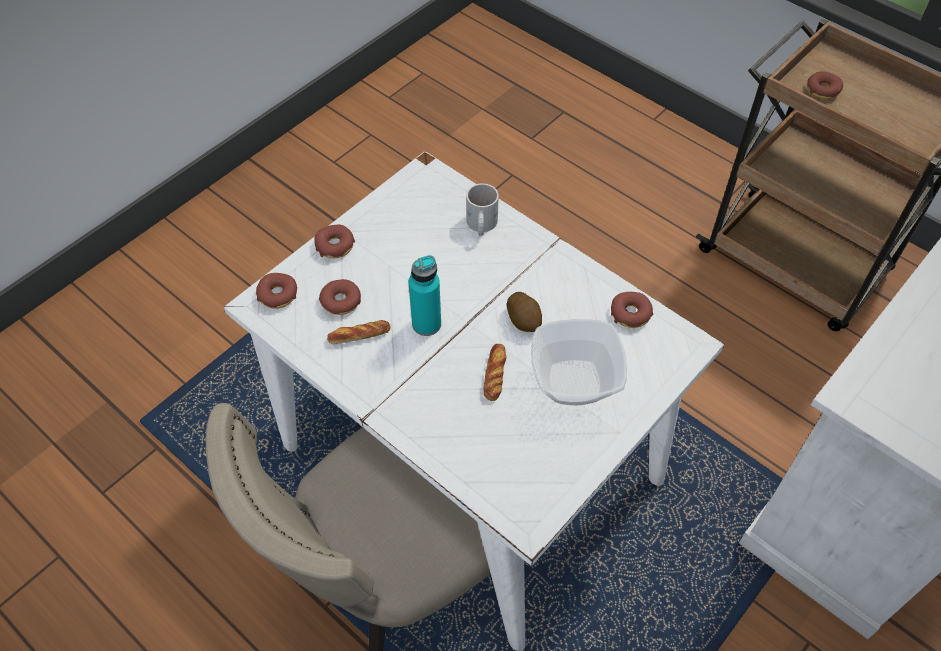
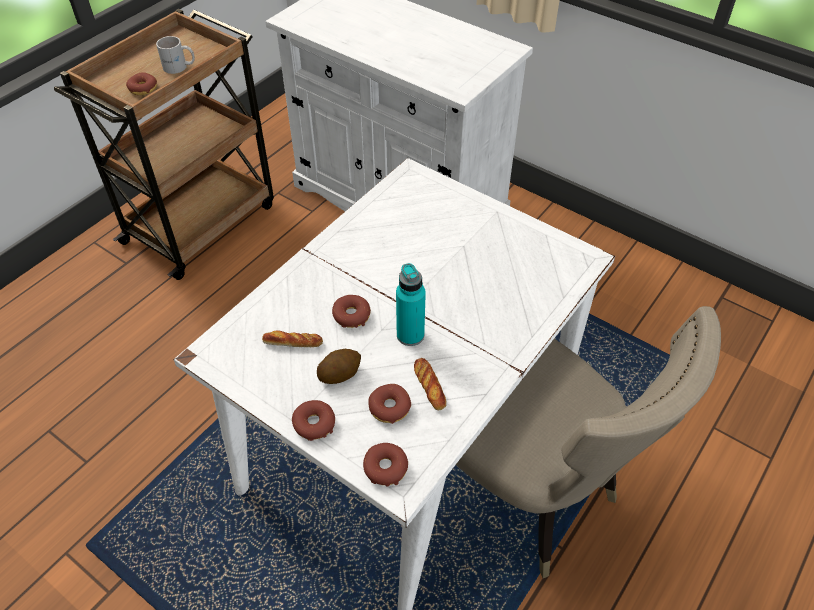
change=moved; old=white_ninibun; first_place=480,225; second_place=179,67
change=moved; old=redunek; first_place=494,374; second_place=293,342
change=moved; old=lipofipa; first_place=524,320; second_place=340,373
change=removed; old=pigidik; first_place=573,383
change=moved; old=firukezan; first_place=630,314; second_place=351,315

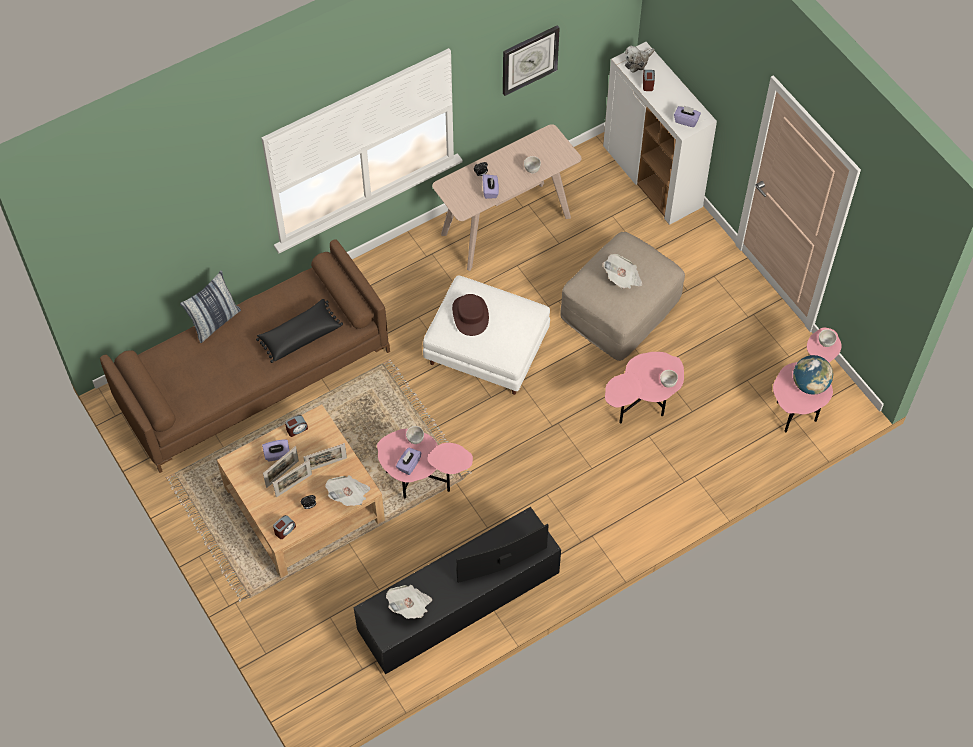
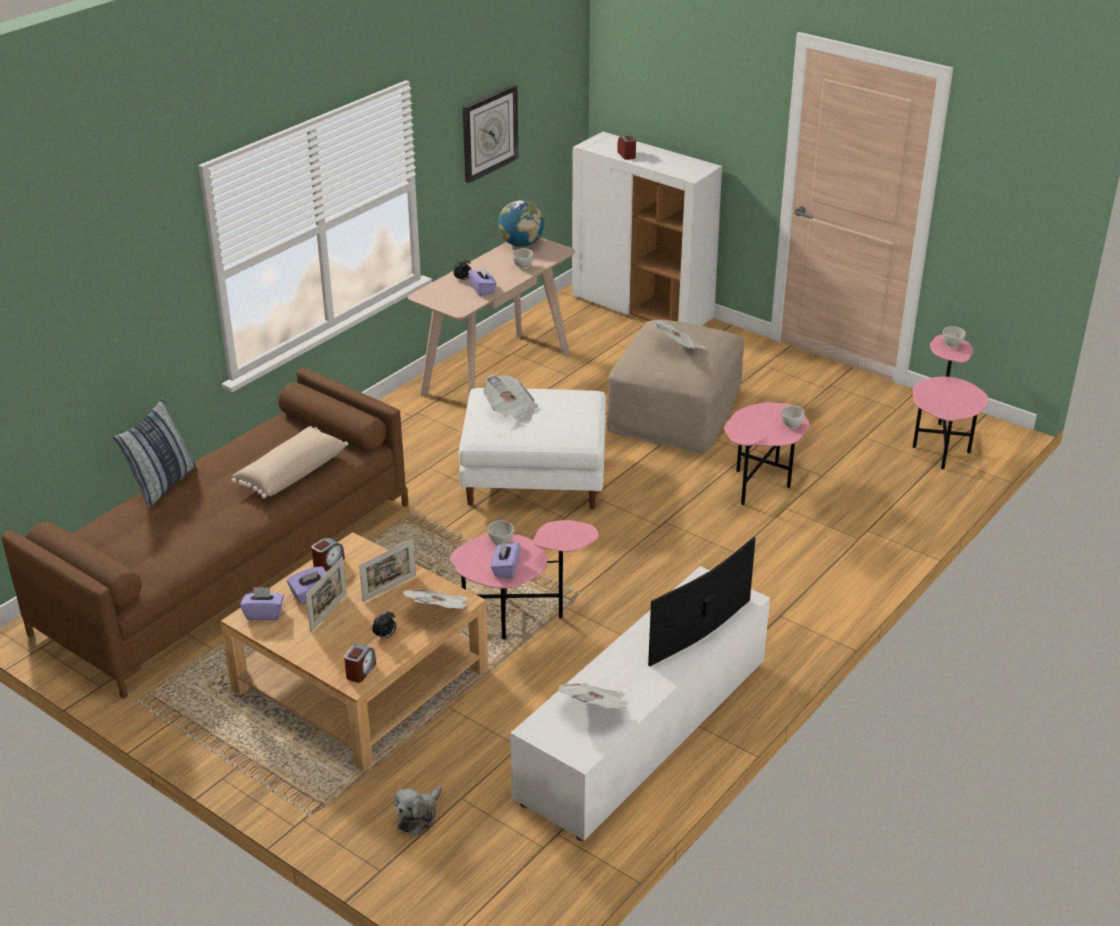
change=recoloured; old=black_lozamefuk; new=beige_lozamefuk; first_place=300,336; second_place=291,473
change=removed; old=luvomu; first_place=294,485
change=recoloured; old=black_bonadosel; new=white_bonadosel; first_place=458,603; second_place=644,732
change=replaced; old=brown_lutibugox; new=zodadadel; first_place=470,315; second_place=511,412
change=moved; old=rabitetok; first_place=637,62; second_place=418,816
change=moved; old=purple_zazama; first_place=686,120; second_place=264,614
change=moved; old=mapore; first_place=810,384; second_place=521,244

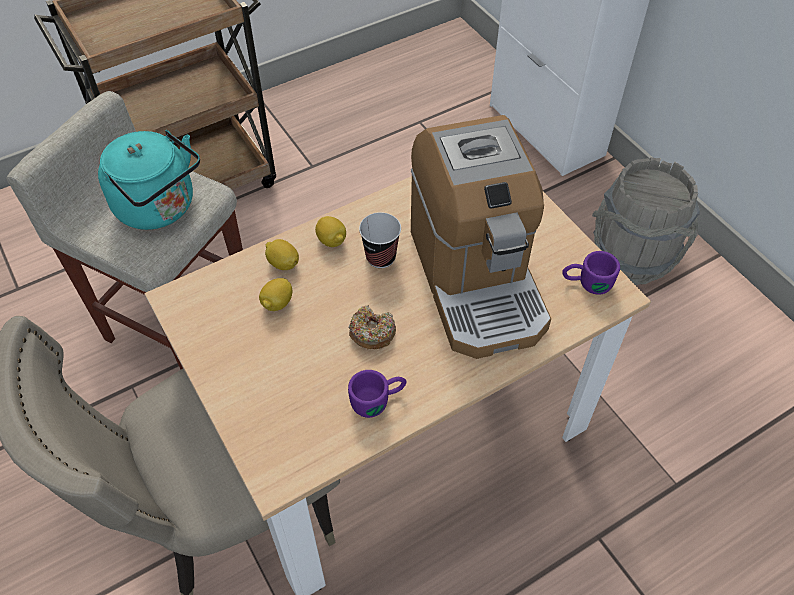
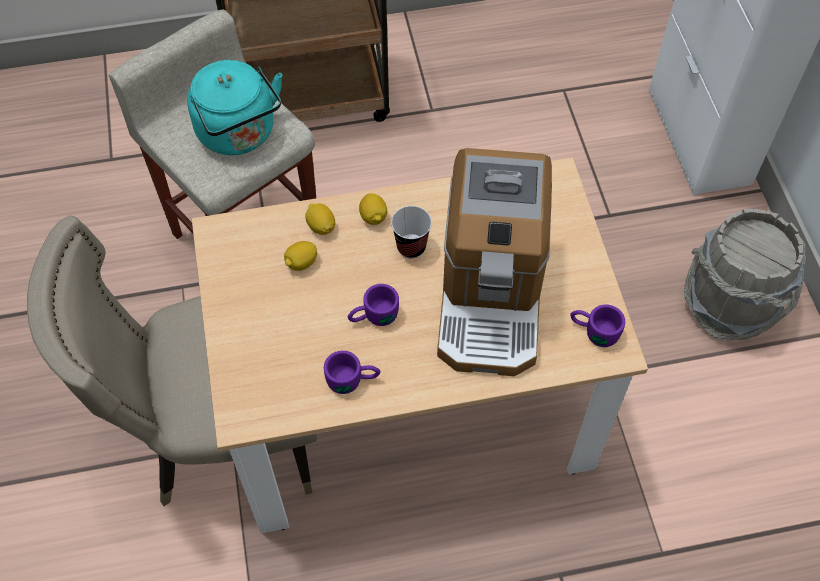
change=replaced; old=firukezan; new=purple_ninibun; first_place=372,332; second_place=373,317

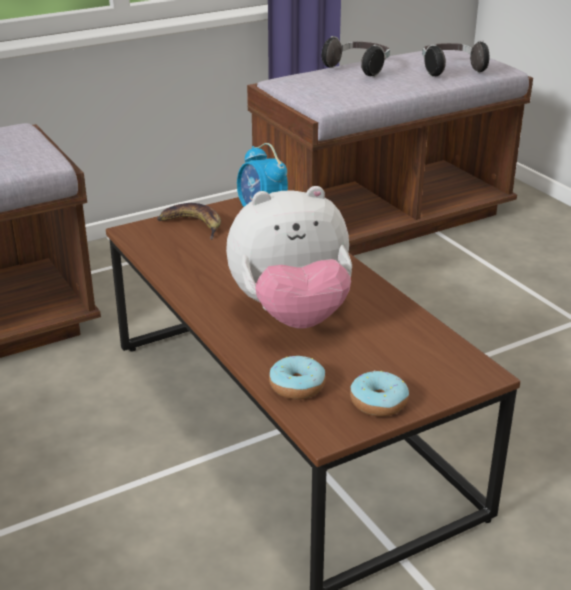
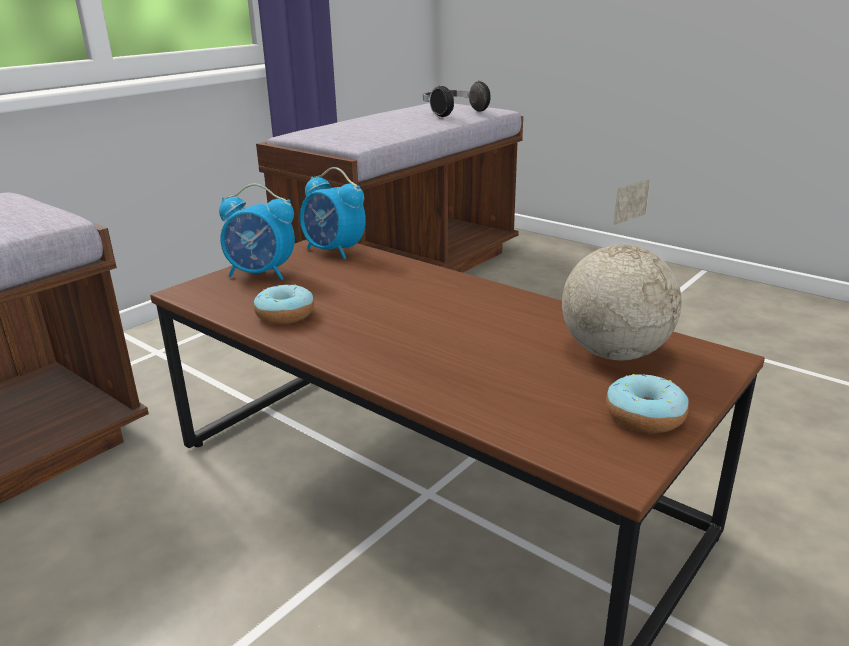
change=replaced; old=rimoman; new=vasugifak; first_place=193,225; second_place=261,274
change=removed; old=rabitetok; first_place=292,315
change=moved; old=firukezan; first_place=297,386; second_place=285,315
change=removed; old=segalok; first_place=359,69
change=added; new=mapore; second_place=613,353

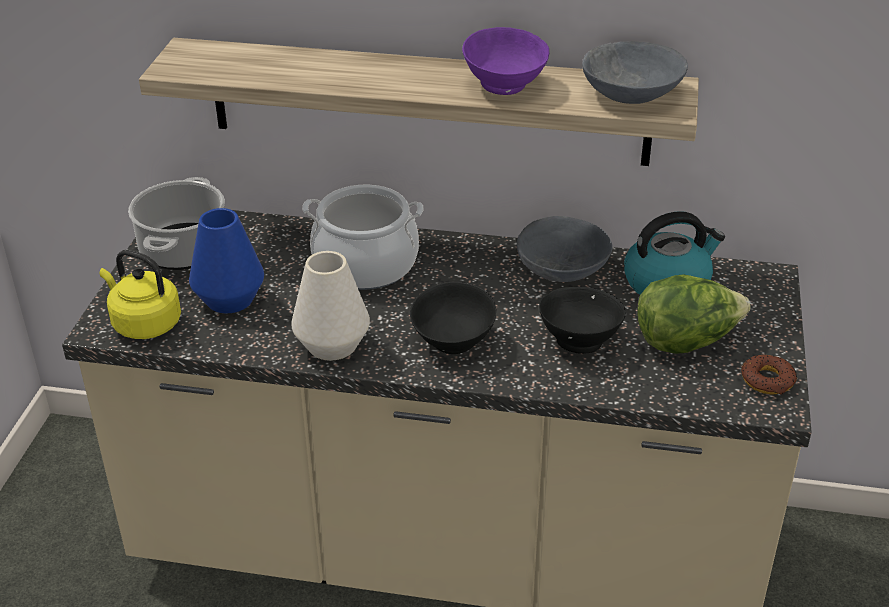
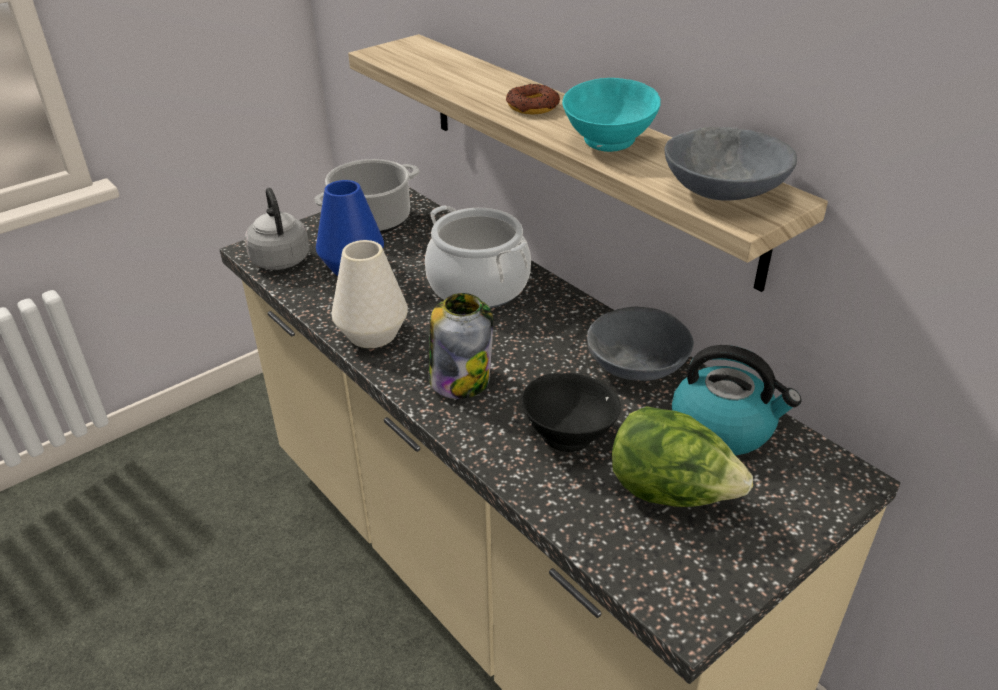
change=recoloured; old=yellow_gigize; new=grey_gigize; first_place=144,323; second_place=280,258
change=replaced; old=black_pigidik; new=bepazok; first_place=452,342; second_place=460,379
change=recoloured; old=purple_pigidik; new=turquoise_pigidik; first_place=503,87; second_place=606,143
change=moved; old=firukezan; first_place=767,380; second_place=532,106

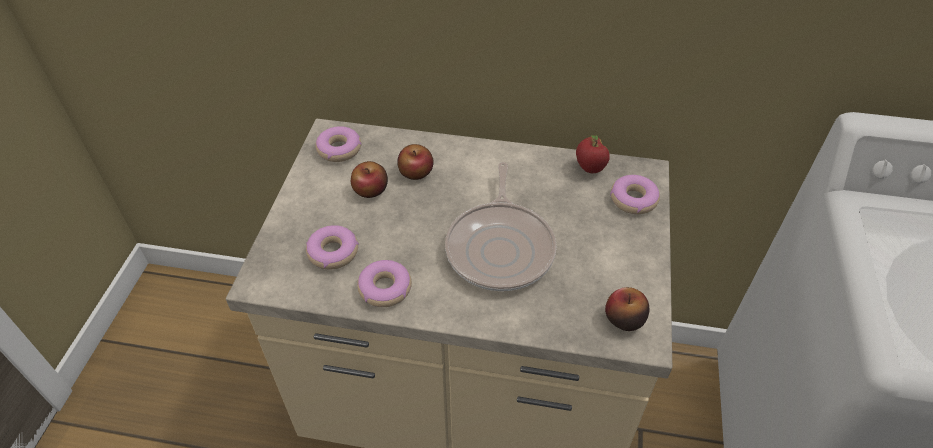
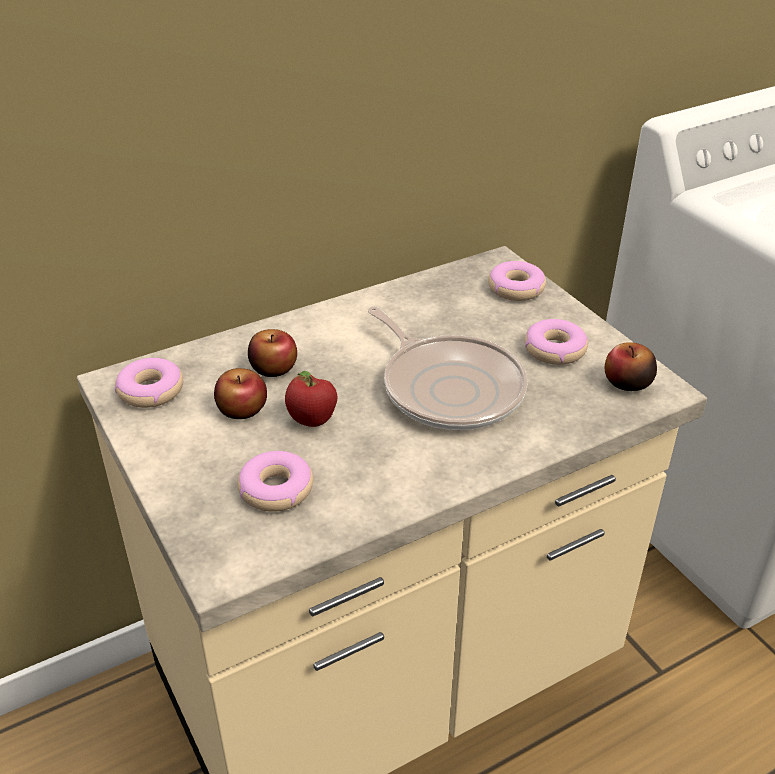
change=moved; old=firukezan; first_place=385,288; second_place=554,349
change=moved; old=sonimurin; first_place=589,168; second_place=311,421

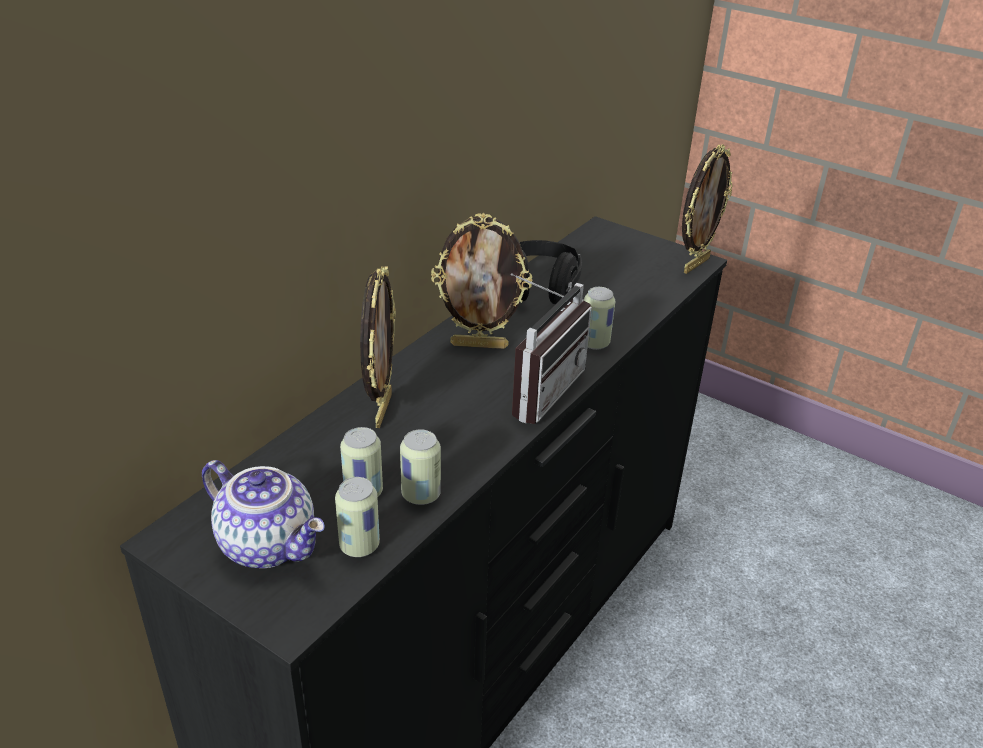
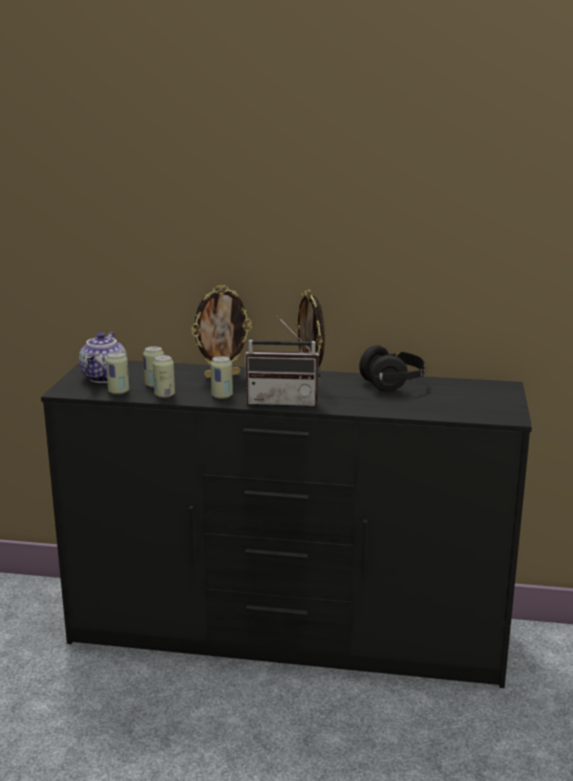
change=moved; old=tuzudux; first_place=594,343; second_place=222,396
change=removed; old=luvomu; first_place=695,264

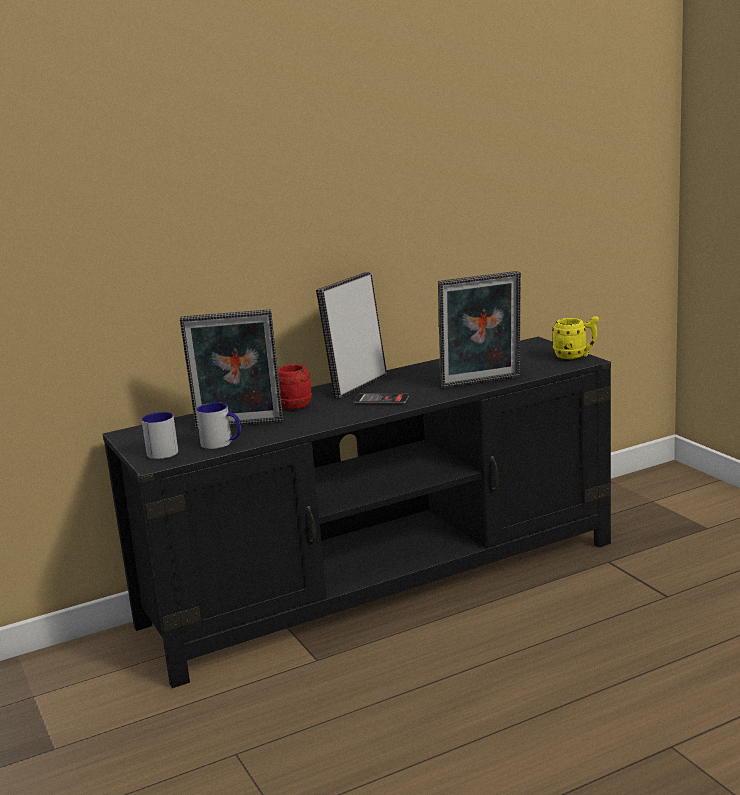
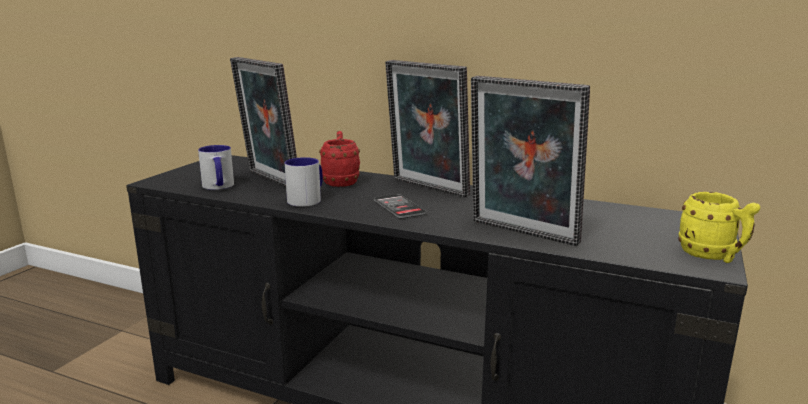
change=moved; old=ninibun; first_place=161,451; second_place=308,199
change=turned; old=luvomu; first_place=356,385; second_place=426,188; degrees=-135

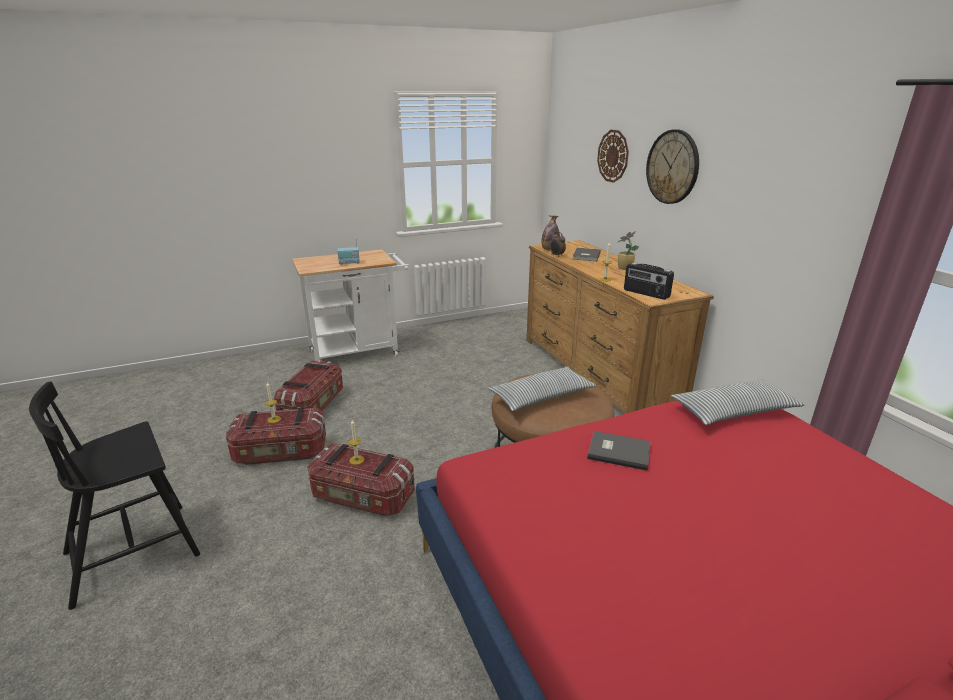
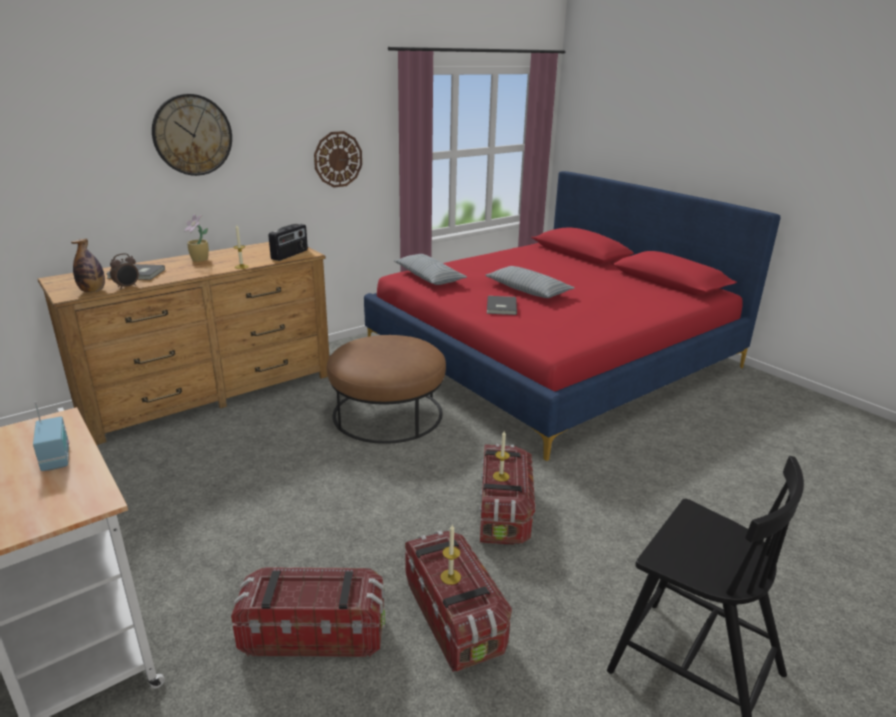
change=moved; old=lozamefuk; first_place=541,397; second_place=528,290
change=moved; old=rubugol; first_place=613,156; second_place=338,159

